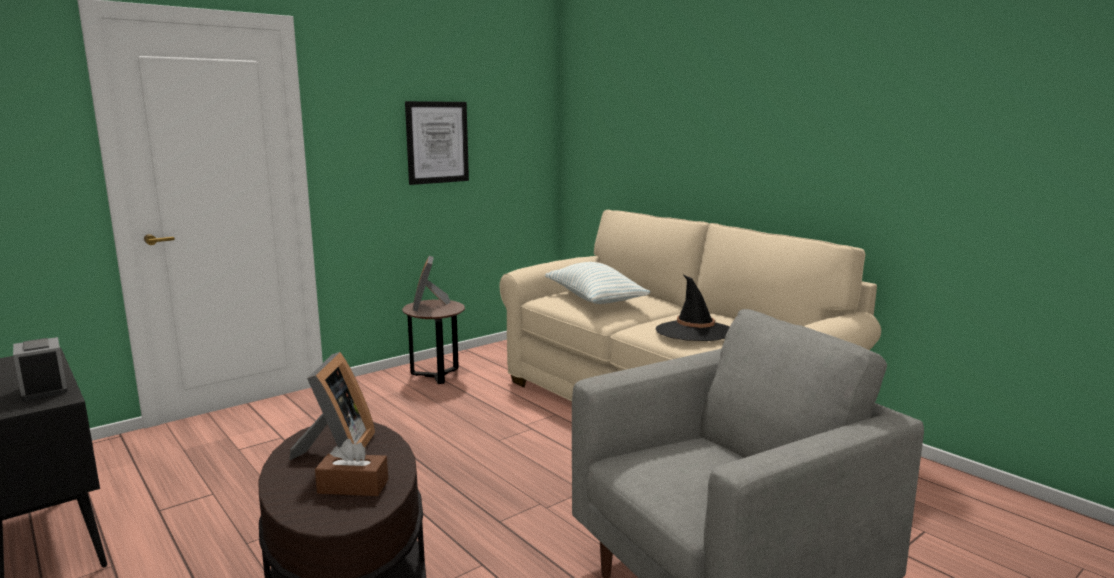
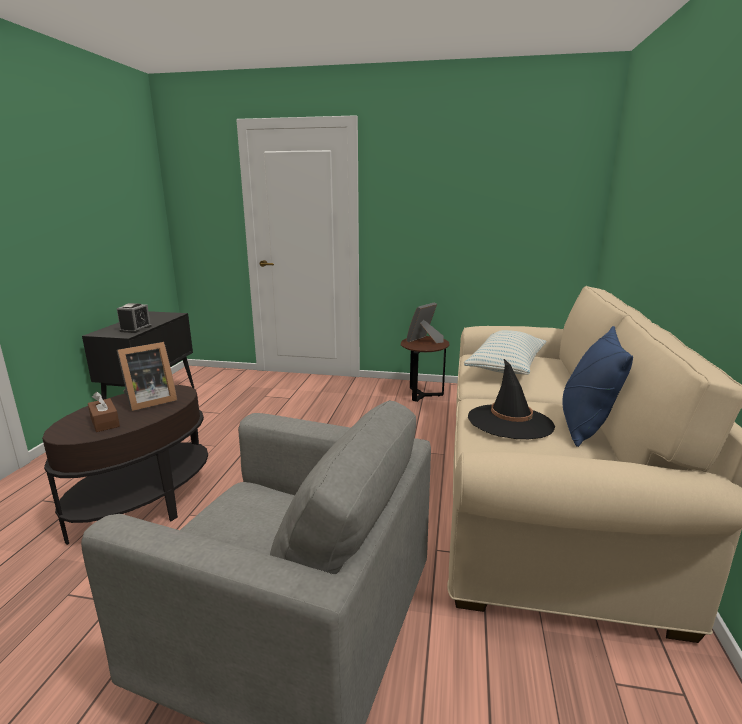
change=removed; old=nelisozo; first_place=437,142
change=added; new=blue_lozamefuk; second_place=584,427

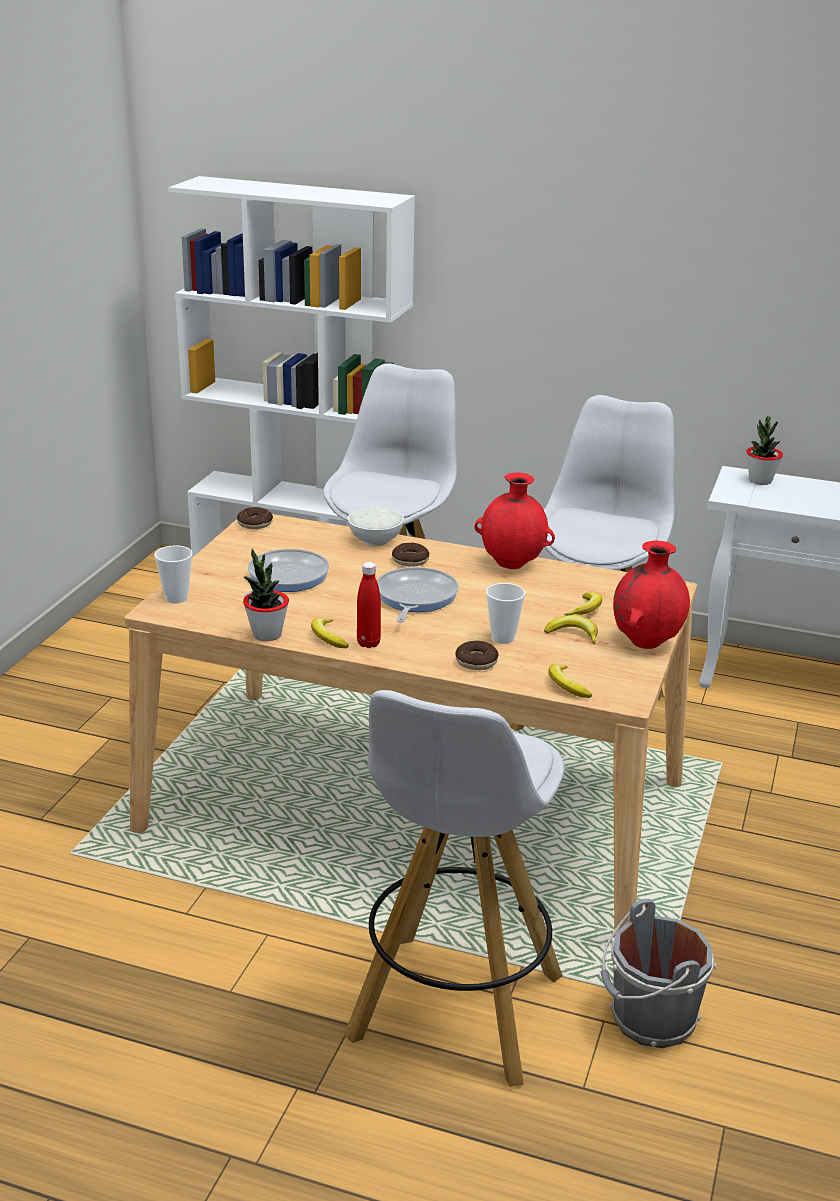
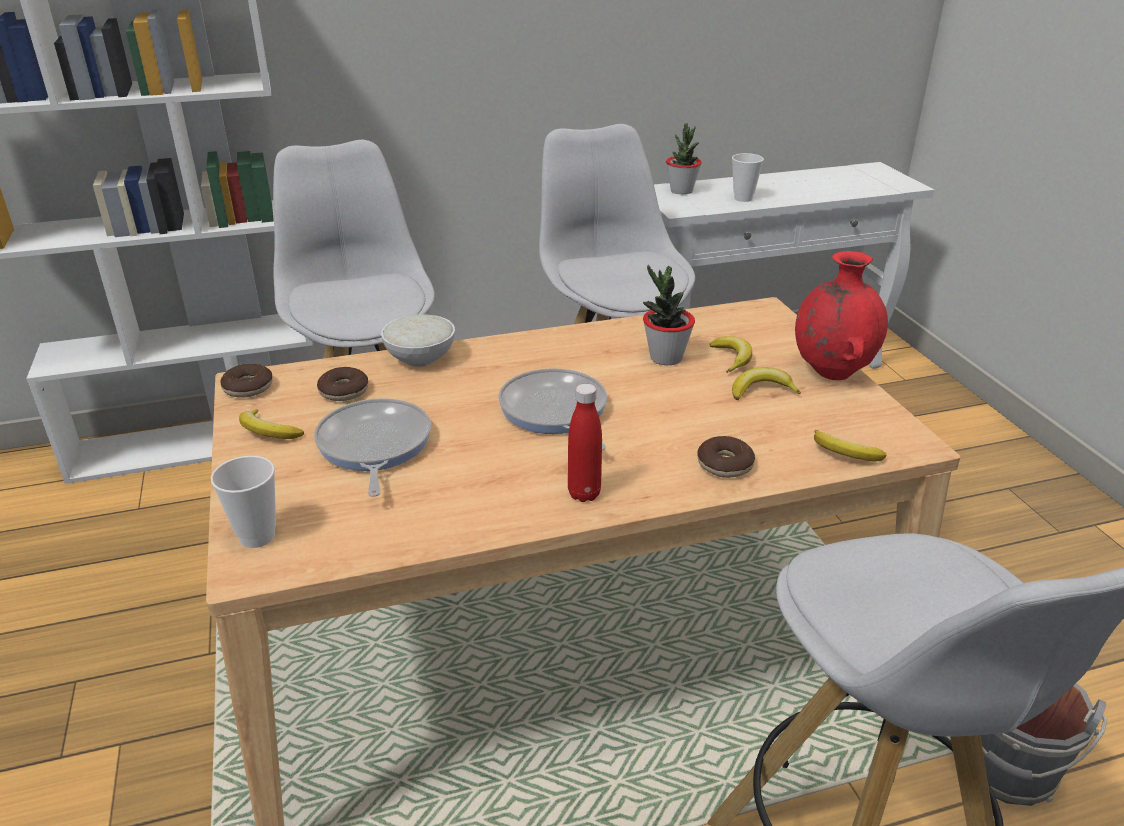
change=moved; old=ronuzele; first_place=267,634; second_place=665,358
change=moved; old=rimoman; first_place=327,637; second_place=268,432
change=moved; old=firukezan; first_place=410,560; second_place=344,391
change=removed; old=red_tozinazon; first_place=512,565
change=moved; old=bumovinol; first_place=503,638; second_place=743,198

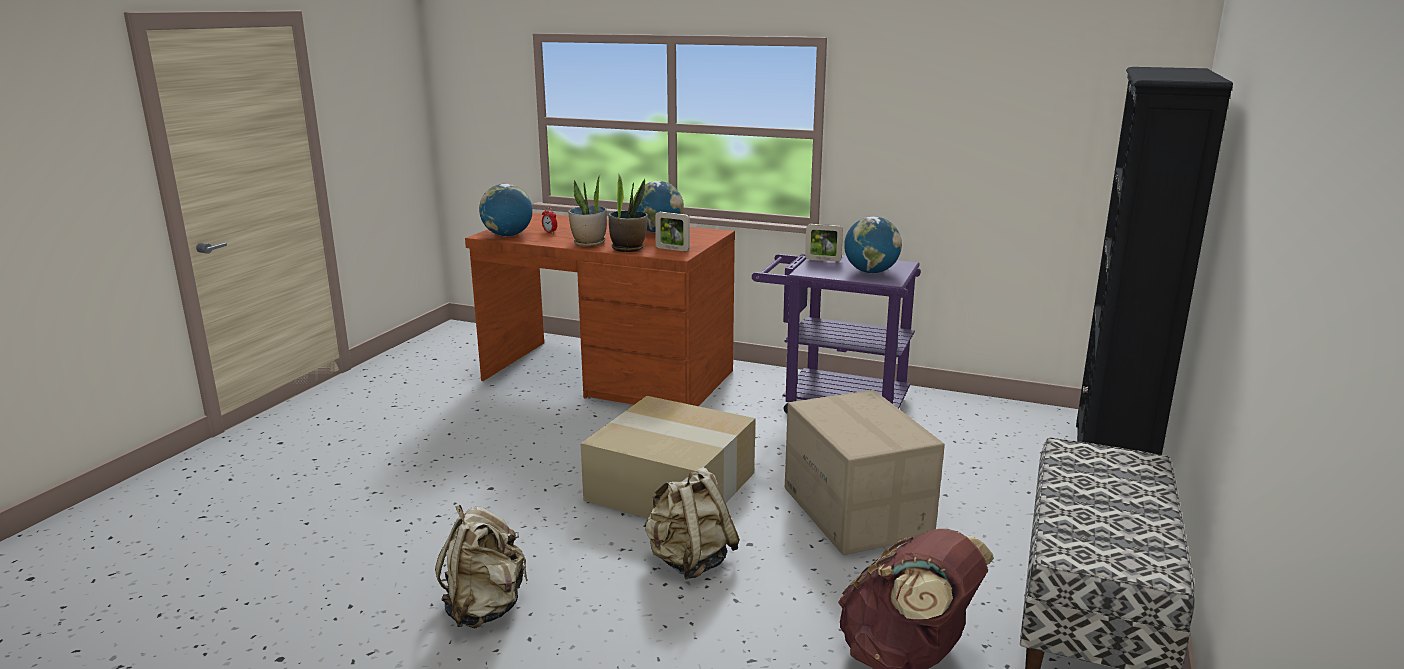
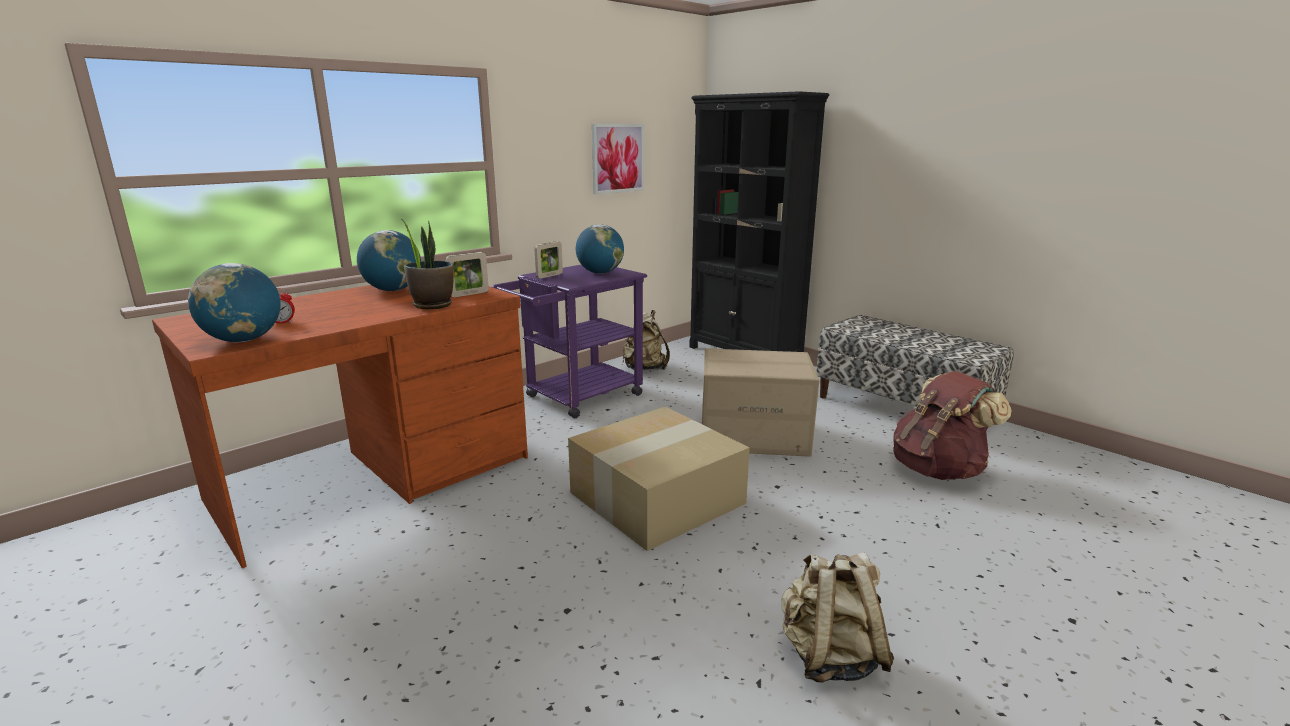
change=removed; old=ronuzele; first_place=589,243
change=moved; old=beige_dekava; first_place=689,561; second_place=645,368
change=added; new=nelisozo; second_place=618,158

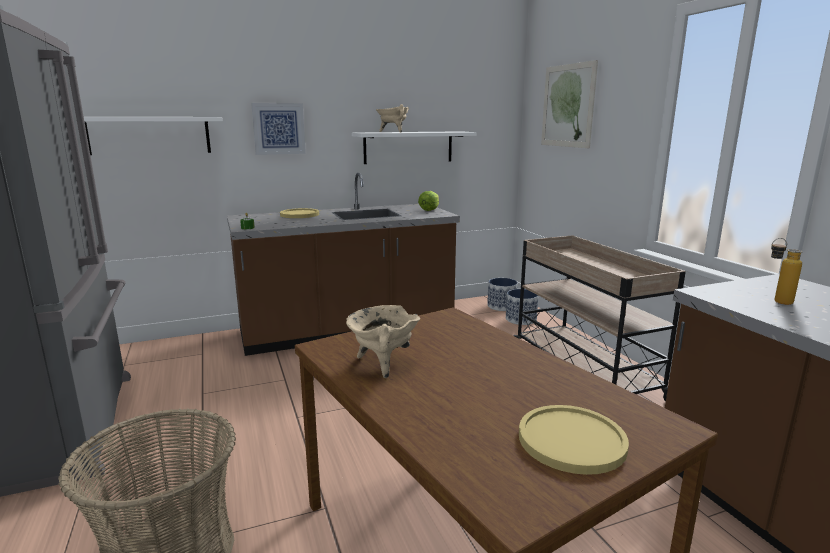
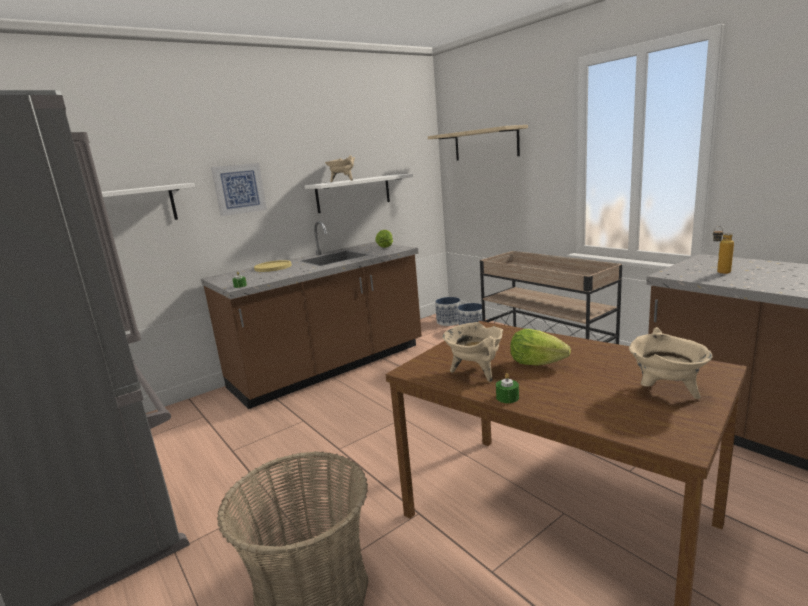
change=replaced; old=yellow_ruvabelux; new=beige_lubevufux; first_place=571,440; second_place=666,392
change=replaced; old=nelisozo; new=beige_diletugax; first_place=567,106; second_place=485,144
change=added; new=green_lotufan; second_place=507,397
change=added; new=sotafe; second_place=536,363

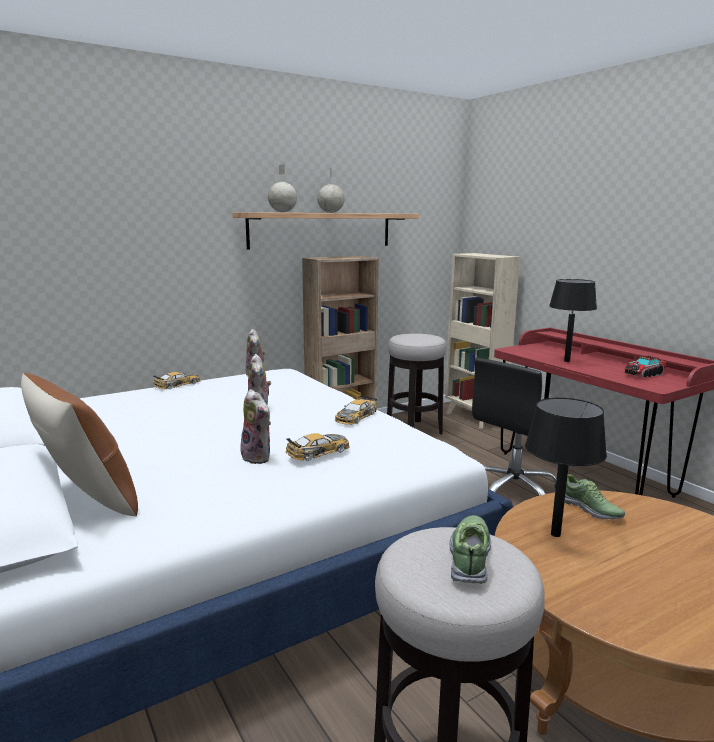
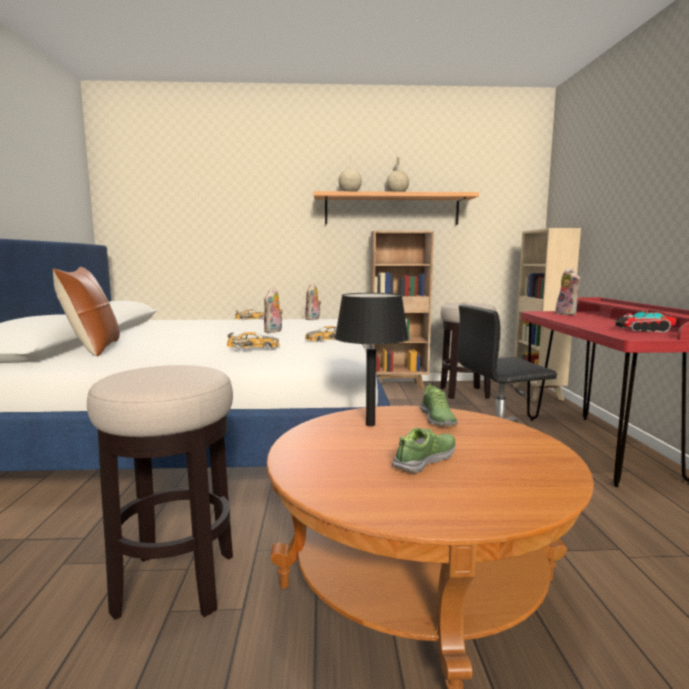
change=moved; old=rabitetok; first_place=258,457; second_place=568,314
change=moved; old=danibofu; first_place=470,557; second_place=426,460
change=removed; old=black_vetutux; first_place=566,361

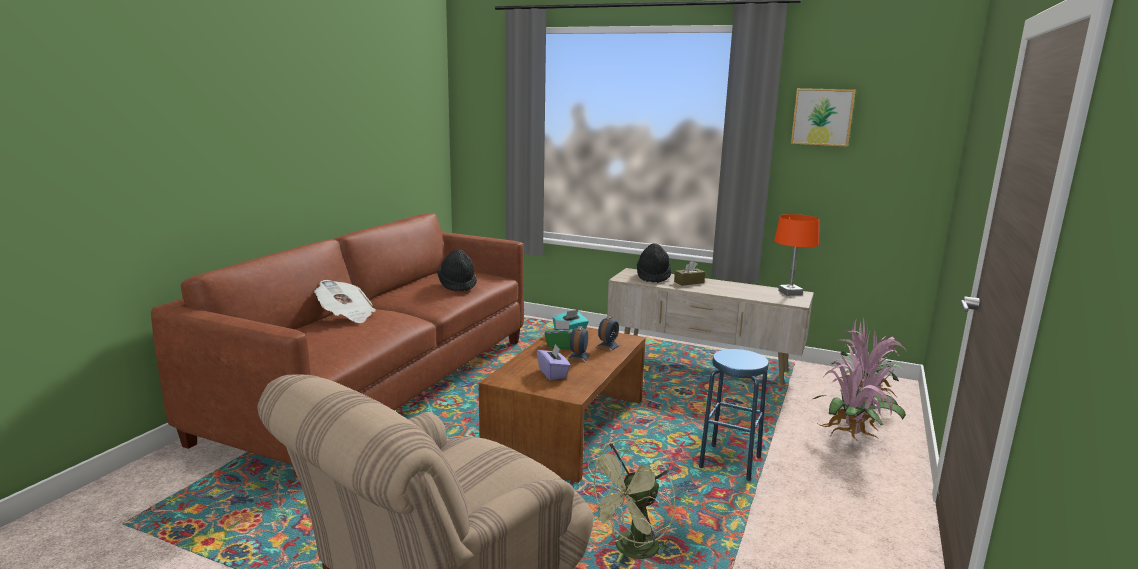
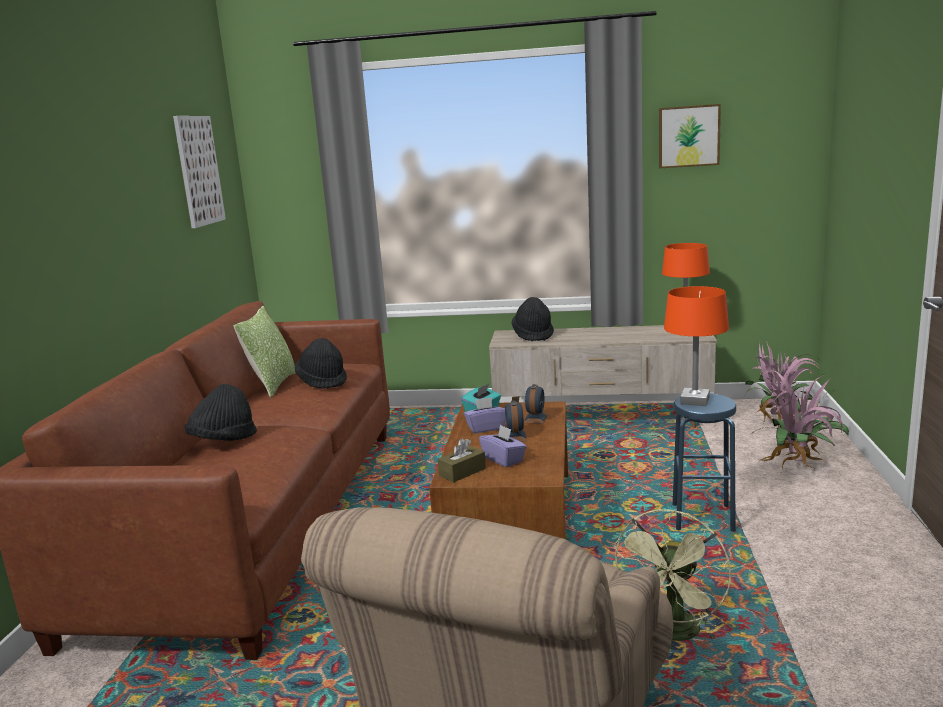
change=replaced; old=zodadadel; new=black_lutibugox; first_place=346,316; second_place=223,441
change=recoloured; old=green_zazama; new=purple_zazama; first_place=561,346; second_place=486,428
change=moved; old=brown_zazama; first_place=689,282; second_place=462,472
change=added; new=nelisozo; second_place=199,171
change=added; new=lozamefuk; second_place=273,384
change=added; new=orange_vetutux; second_place=695,401

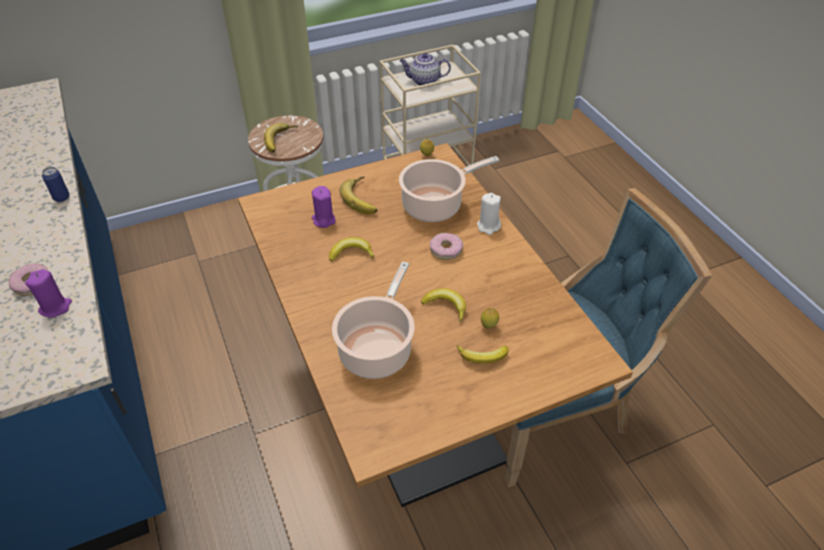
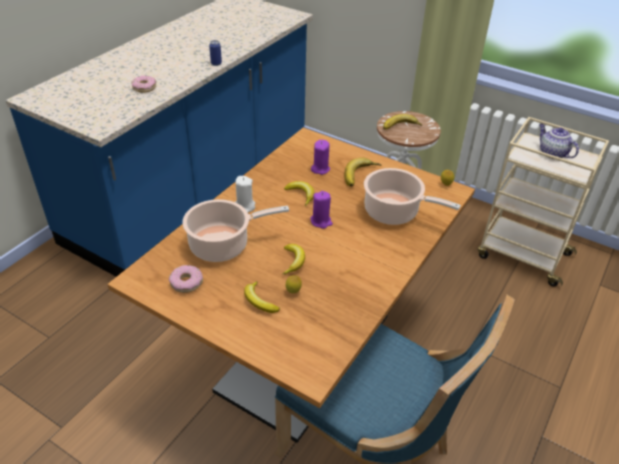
change=moved; old=purple_lotufan; first_place=55,307; second_place=321,221
change=moved; old=firukezan; first_place=446,250; second_place=186,282
change=moved; old=white_lotufan; first_place=488,226; second_place=244,206

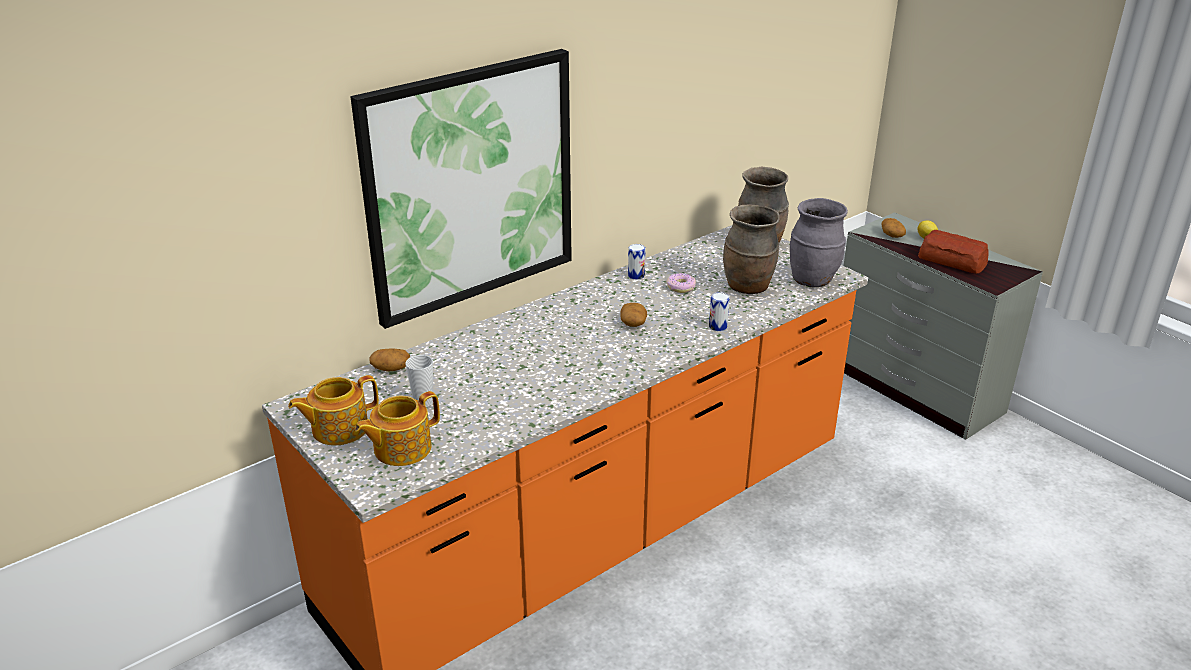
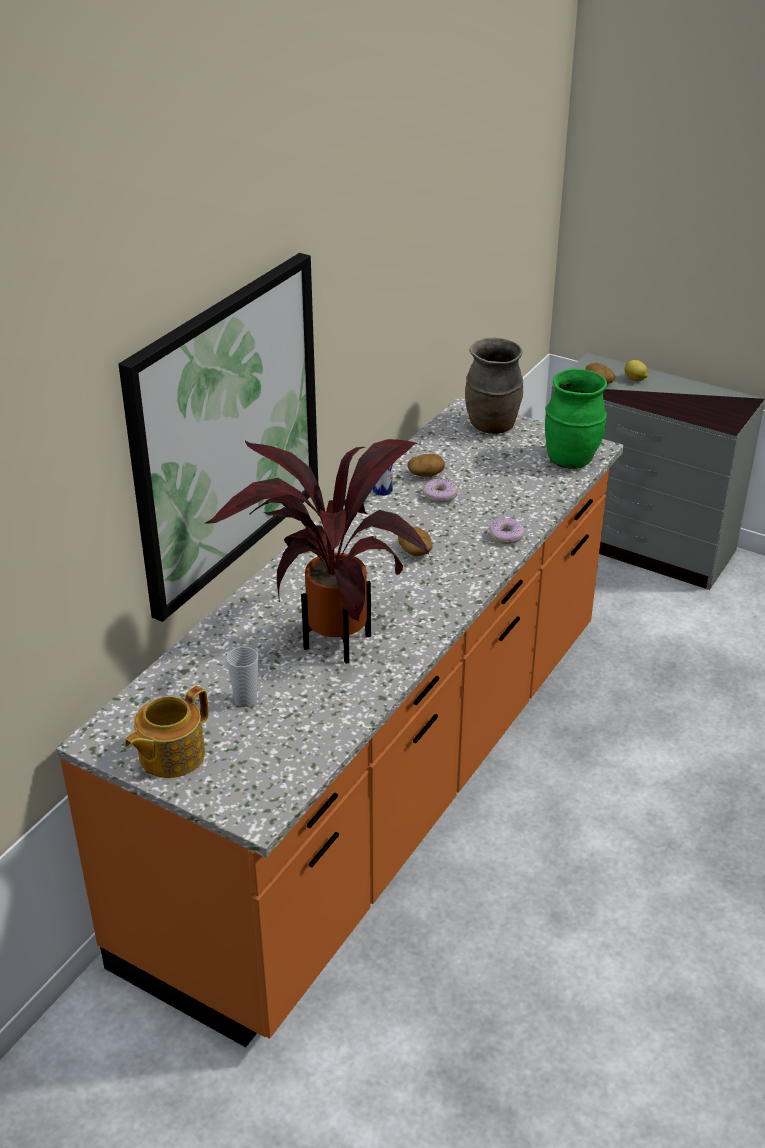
change=removed; old=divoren; first_place=401,448
change=moved; old=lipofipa; first_place=390,369; second_place=425,474
change=replaced; old=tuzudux; new=firukezan; first_place=717,326; second_place=506,536
change=removed; old=brown_tozinazon; first_place=748,287
change=recoloured; old=grey_tozinazon; new=green_tozinazon; first_place=812,280; second_place=571,459
change=removed; old=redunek; first_place=952,261
change=added; new=ronuzele; second_place=333,637

